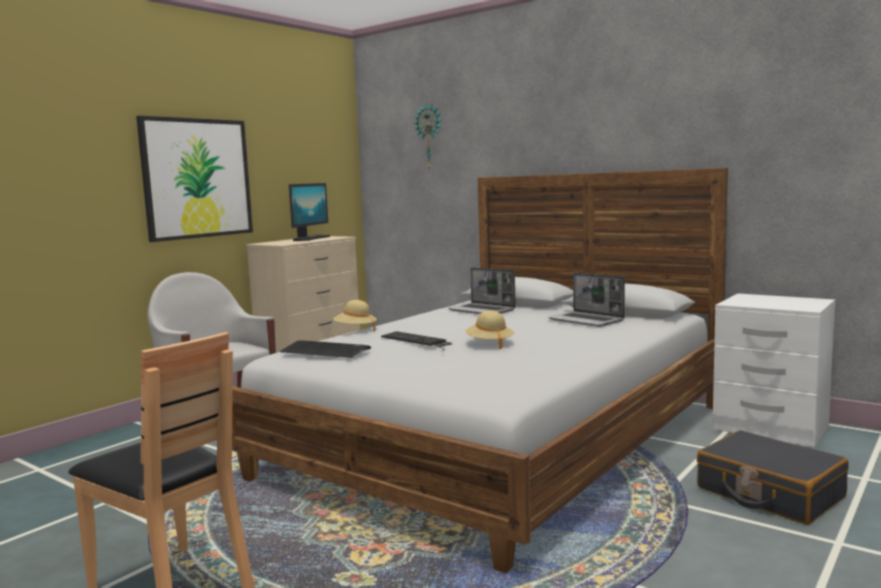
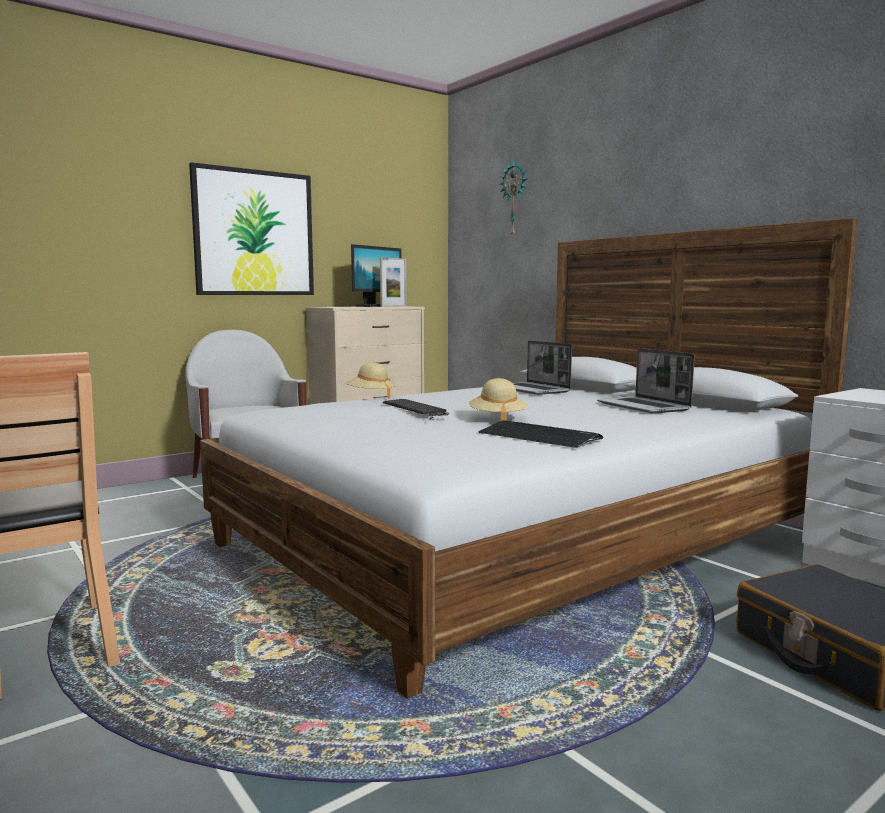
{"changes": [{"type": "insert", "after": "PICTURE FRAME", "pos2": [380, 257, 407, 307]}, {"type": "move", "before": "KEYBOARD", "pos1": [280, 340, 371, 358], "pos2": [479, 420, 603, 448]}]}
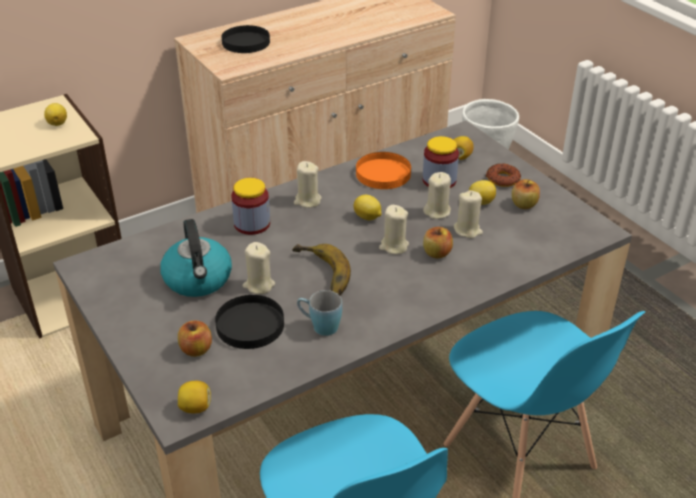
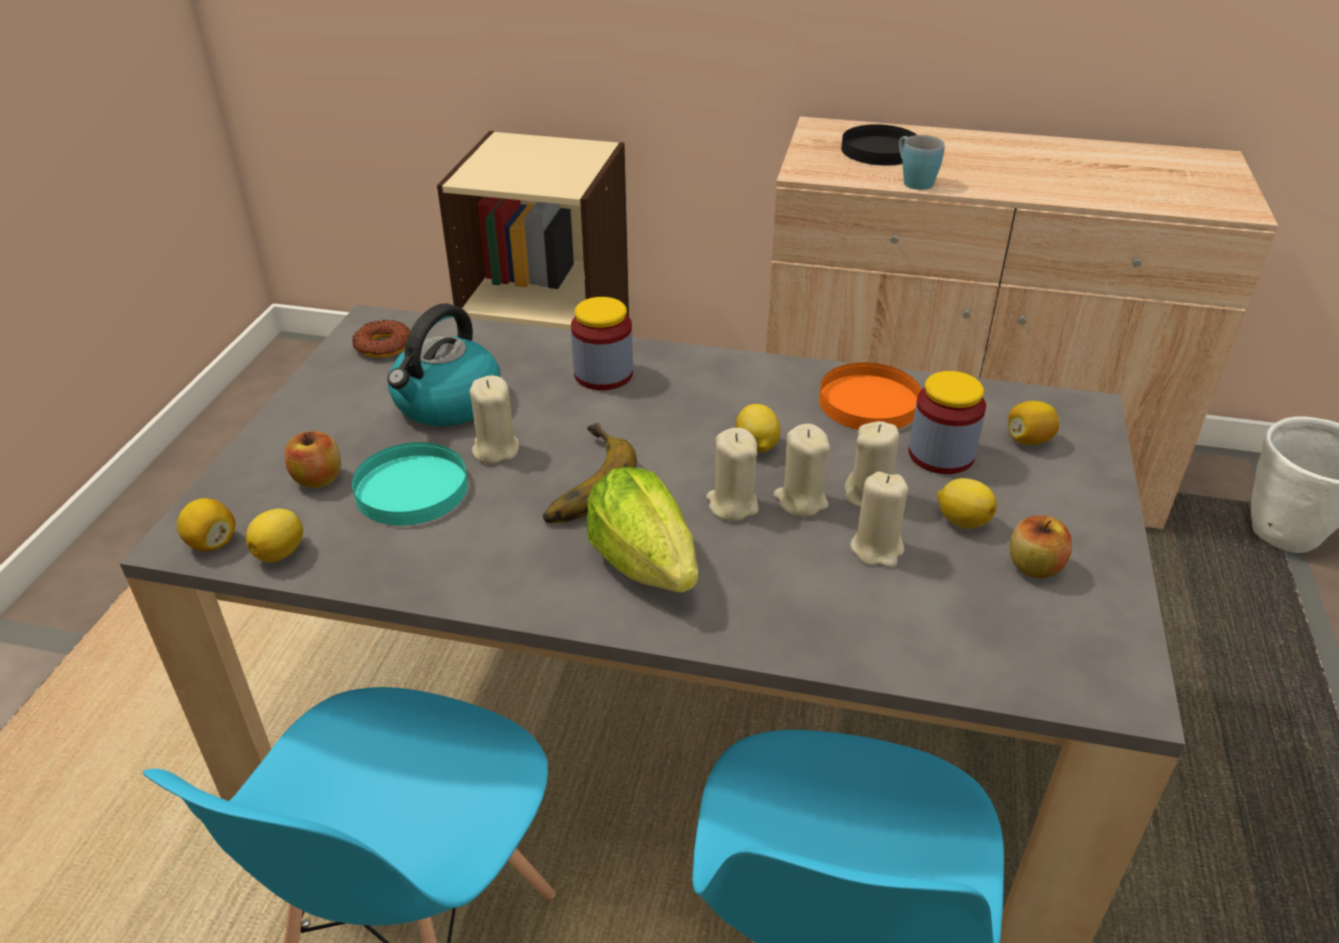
{"changes": [{"type": "move", "before": "LEMON", "pos1": [44, 103, 67, 126], "pos2": [246, 508, 303, 562]}, {"type": "move", "before": "DONUT", "pos1": [486, 163, 521, 187], "pos2": [352, 320, 410, 358]}, {"type": "recolor", "before": "BLACK PLATE", "after": "TURQUOISE PLATE", "pos1": [215, 295, 284, 349], "pos2": [352, 442, 468, 526]}, {"type": "insert", "after": "LETTUCE", "pos2": [587, 467, 698, 593]}, {"type": "move", "before": "BEIGE CANDLE", "pos1": [294, 161, 322, 208], "pos2": [773, 424, 830, 517]}, {"type": "move", "before": "BLUE MUG", "pos1": [297, 290, 342, 336], "pos2": [899, 135, 945, 190]}, {"type": "delete", "before": "APPLE", "pos1": [423, 227, 453, 259]}]}
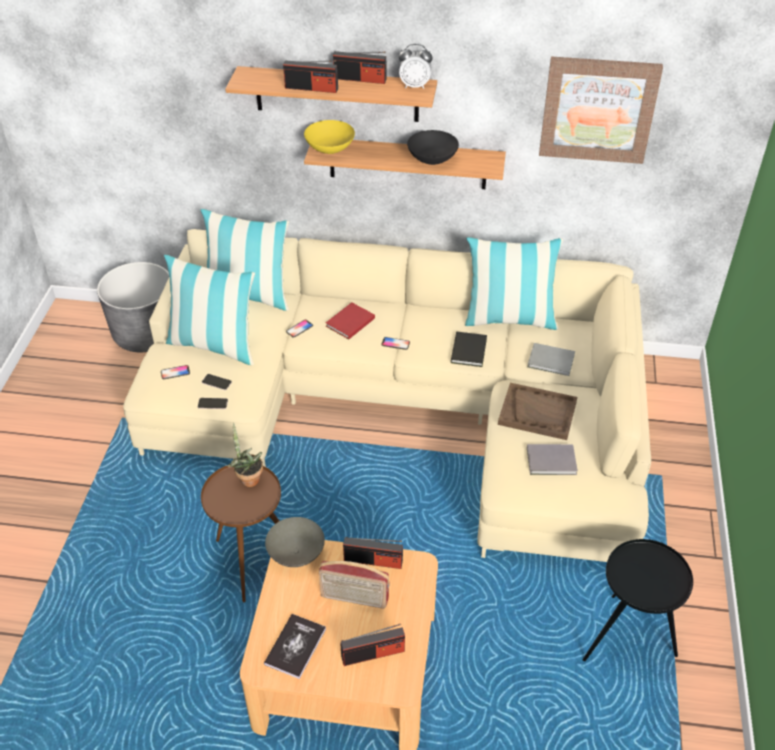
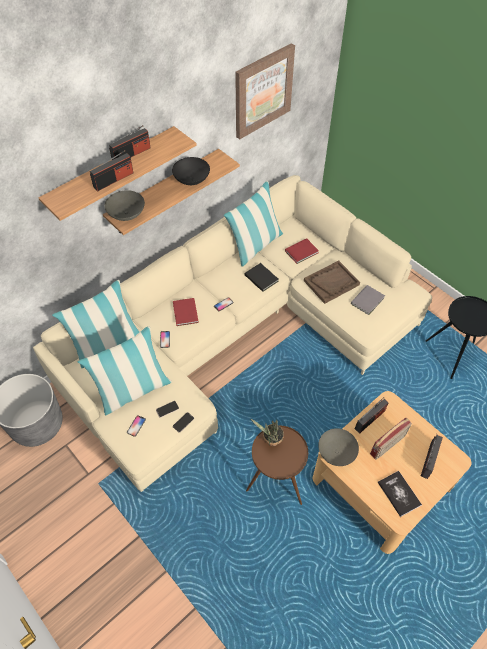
{"changes": [{"type": "recolor", "before": "YELLOW BOWL", "after": "GREY BOWL", "pos1": [304, 120, 355, 154], "pos2": [105, 190, 145, 221]}, {"type": "recolor", "before": "GREY BOOK", "after": "RED BOOK", "pos1": [527, 343, 575, 376], "pos2": [285, 238, 319, 264]}, {"type": "delete", "before": "ALARM CLOCK", "pos1": [399, 44, 432, 89]}]}
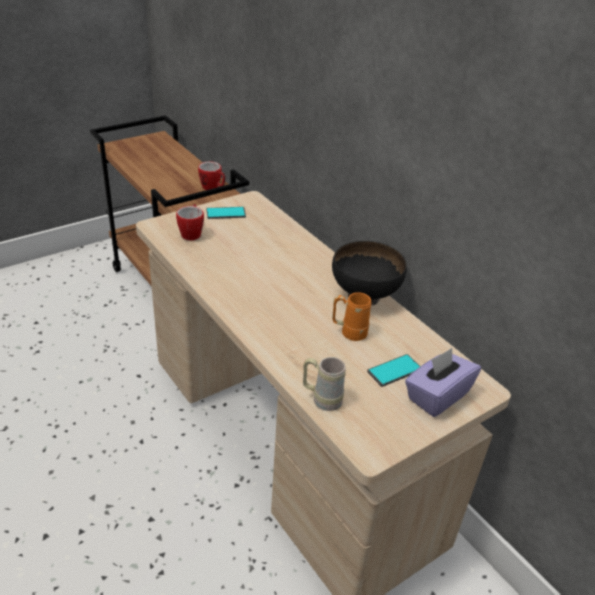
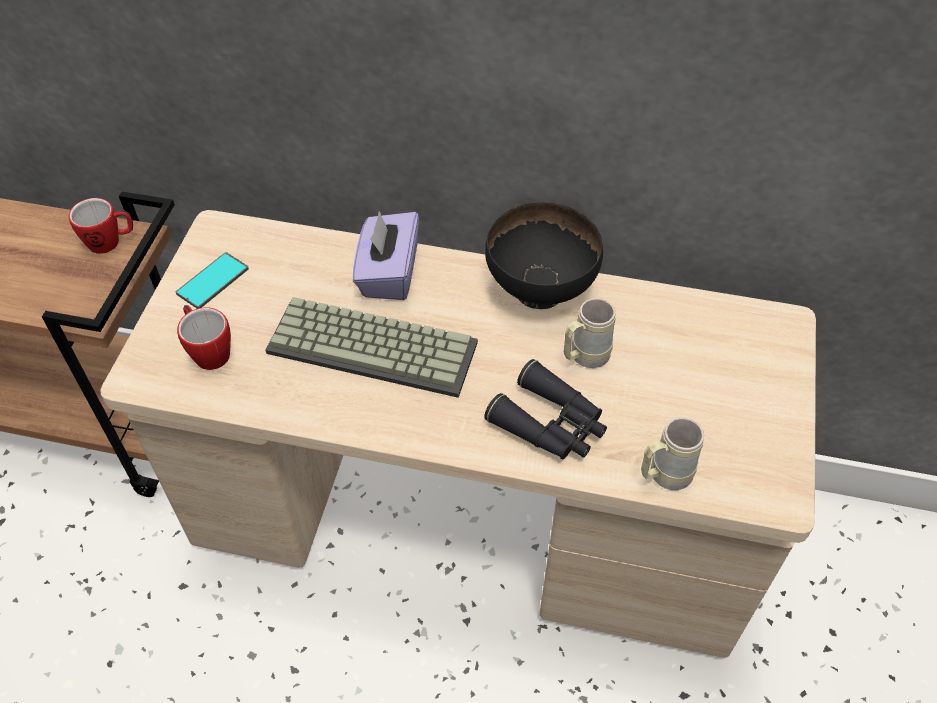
{"changes": [{"type": "insert", "after": "KEYBOARD", "pos2": [265, 297, 478, 398]}, {"type": "move", "before": "PURPLE TISSUE BOX", "pos1": [405, 348, 481, 417], "pos2": [353, 211, 419, 300]}, {"type": "insert", "after": "BLACK BINOCULARS", "pos2": [484, 359, 607, 460]}, {"type": "recolor", "before": "ORANGE MUG", "after": "BEIGE MUG", "pos1": [332, 292, 371, 341], "pos2": [564, 298, 616, 368]}, {"type": "delete", "before": "PHONE", "pos1": [367, 354, 420, 387]}]}
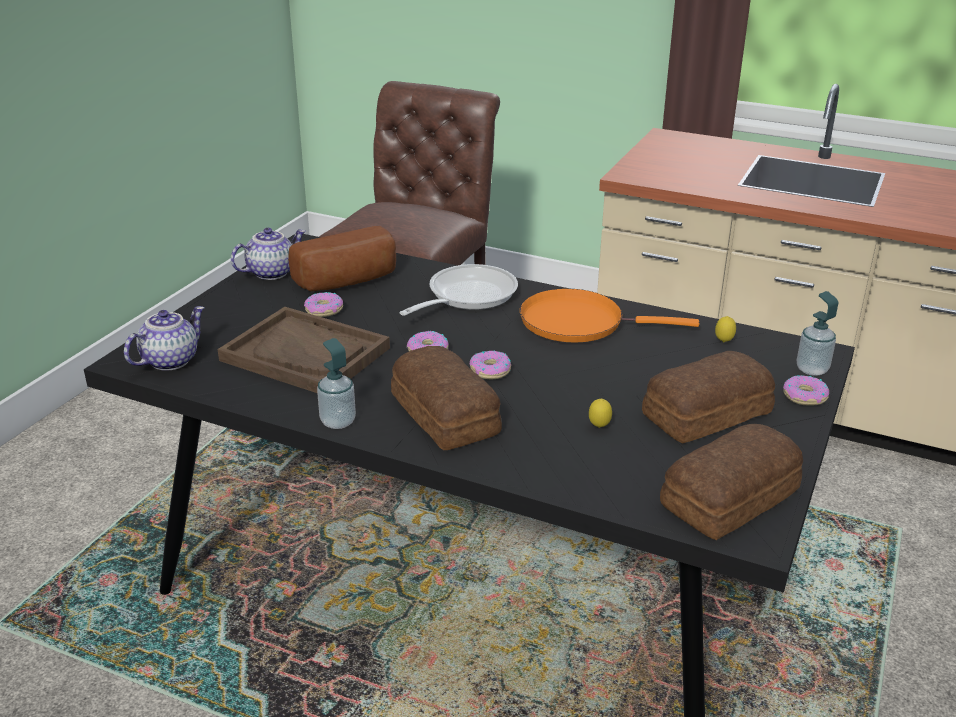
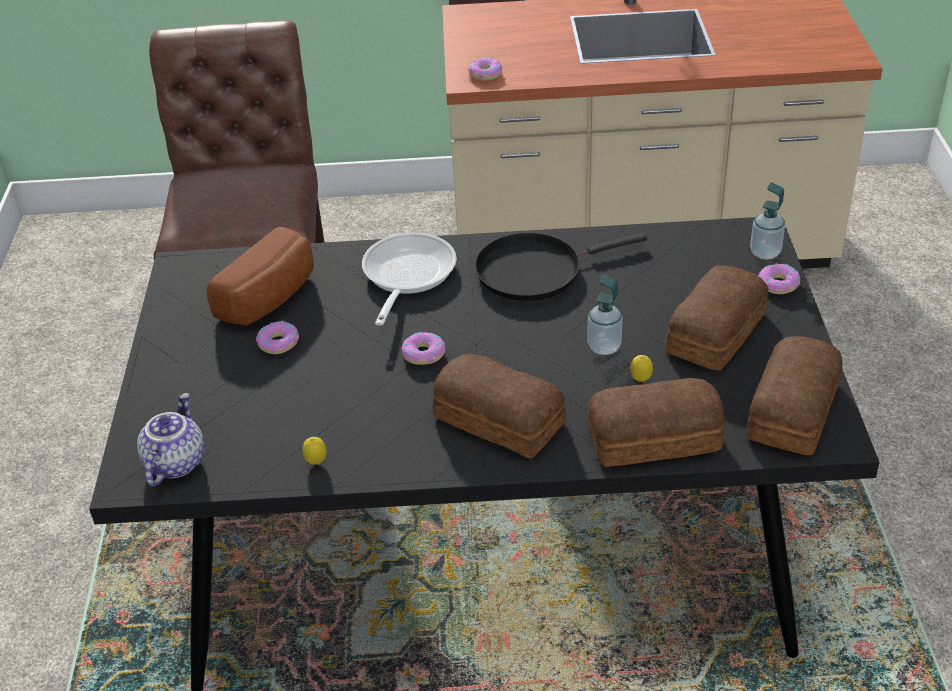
{"changes": [{"type": "move", "before": "LEMON", "pos1": [715, 316, 736, 342], "pos2": [302, 437, 327, 465]}, {"type": "move", "before": "DONUT", "pos1": [470, 351, 511, 379], "pos2": [468, 58, 502, 81]}, {"type": "recolor", "before": "ORANGE FRYING PAN", "after": "BLACK FRYING PAN", "pos1": [520, 288, 699, 342], "pos2": [475, 233, 647, 301]}, {"type": "move", "before": "SOAP DISPENSER", "pos1": [317, 338, 356, 429], "pos2": [587, 274, 623, 355]}, {"type": "insert", "after": "BREAD", "pos2": [587, 378, 724, 467]}, {"type": "delete", "before": "BROWN TRAY", "pos1": [217, 307, 390, 393]}, {"type": "delete", "before": "TEAPOT", "pos1": [231, 228, 306, 280]}]}
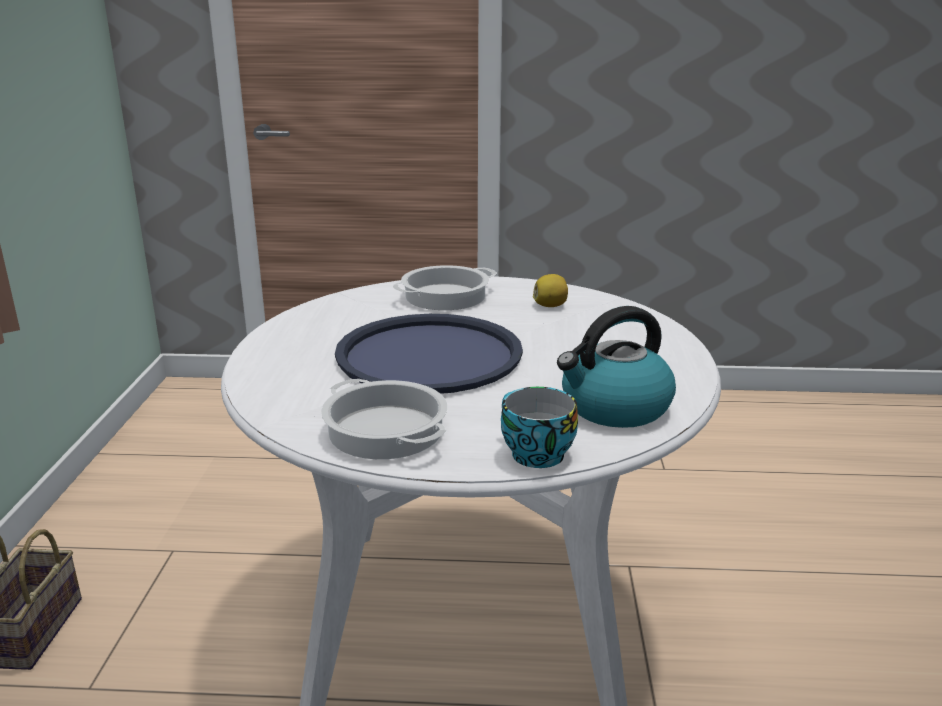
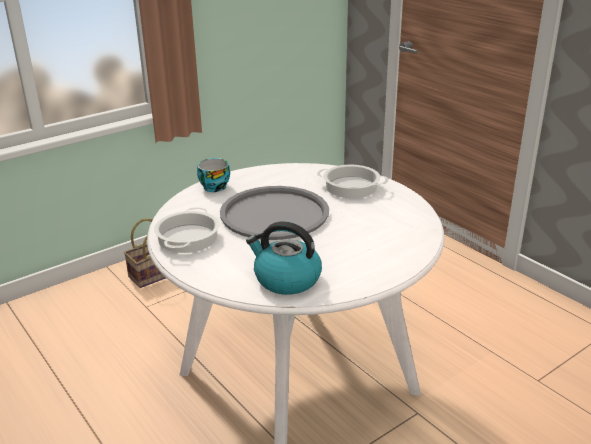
{"changes": [{"type": "move", "before": "CUP", "pos1": [501, 387, 578, 468], "pos2": [197, 158, 230, 192]}, {"type": "recolor", "before": "BLUE TRAY", "after": "GREY TRAY", "pos1": [335, 314, 523, 394], "pos2": [220, 186, 329, 240]}, {"type": "delete", "before": "LEMON", "pos1": [533, 274, 568, 307]}]}
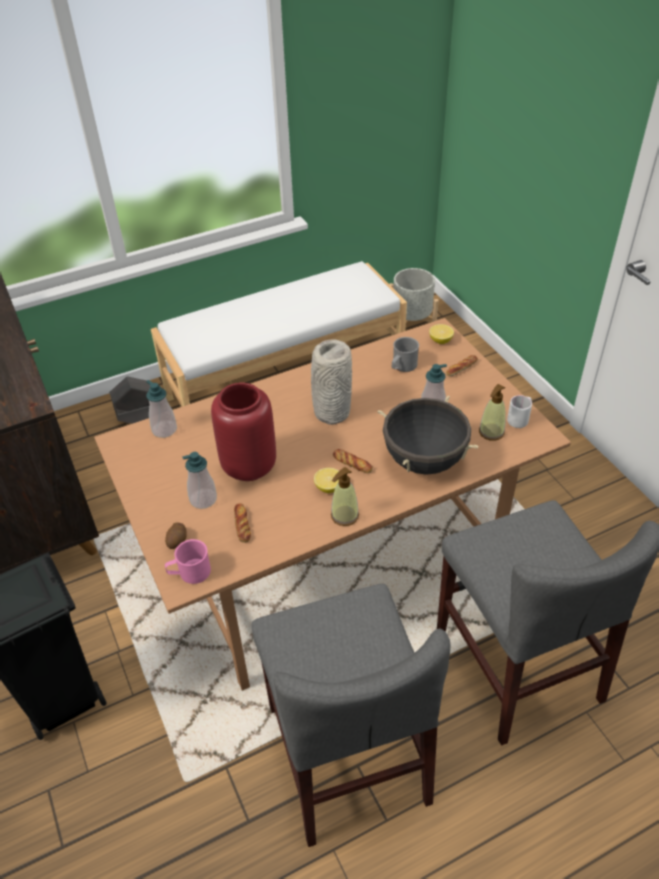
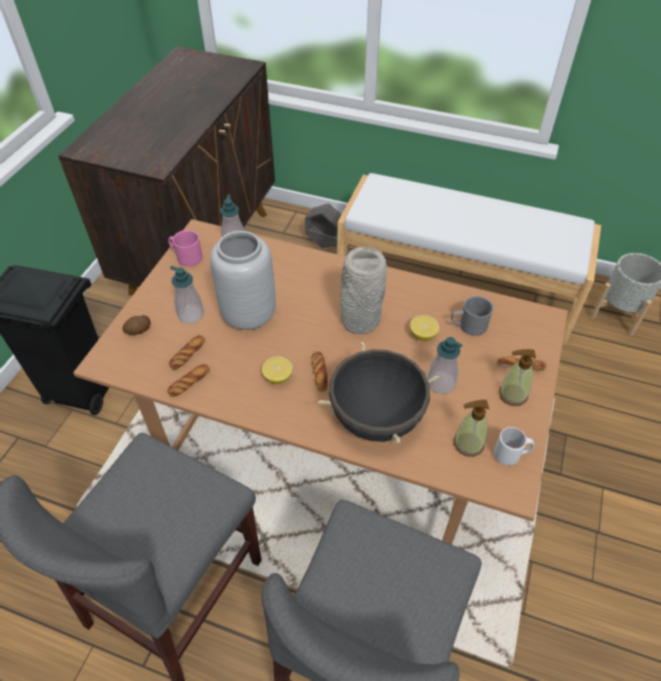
{"changes": [{"type": "insert", "after": "BREAD", "pos2": [167, 364, 210, 397]}, {"type": "move", "before": "PINK MUG", "pos1": [165, 539, 211, 584], "pos2": [168, 230, 203, 267]}, {"type": "recolor", "before": "RED VASE", "after": "GREY VASE", "pos1": [211, 382, 276, 481], "pos2": [210, 231, 276, 330]}, {"type": "move", "before": "LEMON", "pos1": [429, 324, 454, 344], "pos2": [410, 315, 439, 341]}, {"type": "move", "before": "SOAP DISPENSER", "pos1": [331, 467, 359, 526], "pos2": [499, 349, 536, 406]}]}
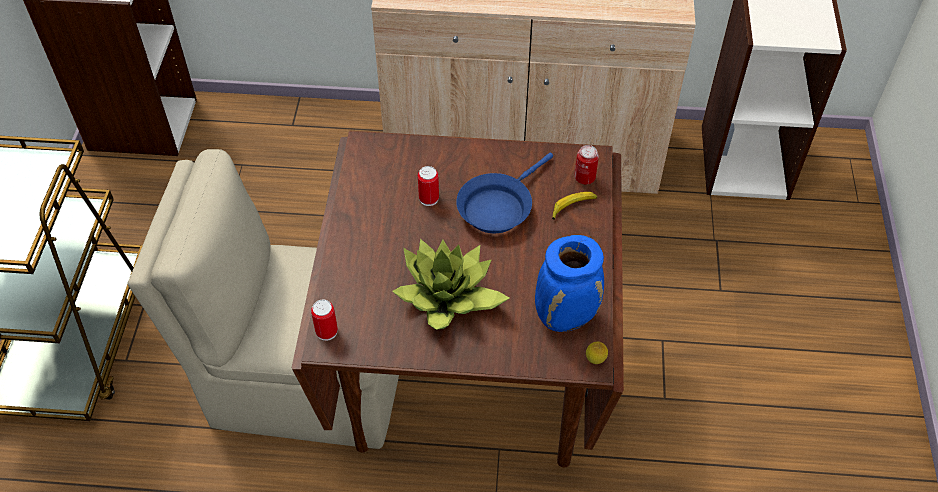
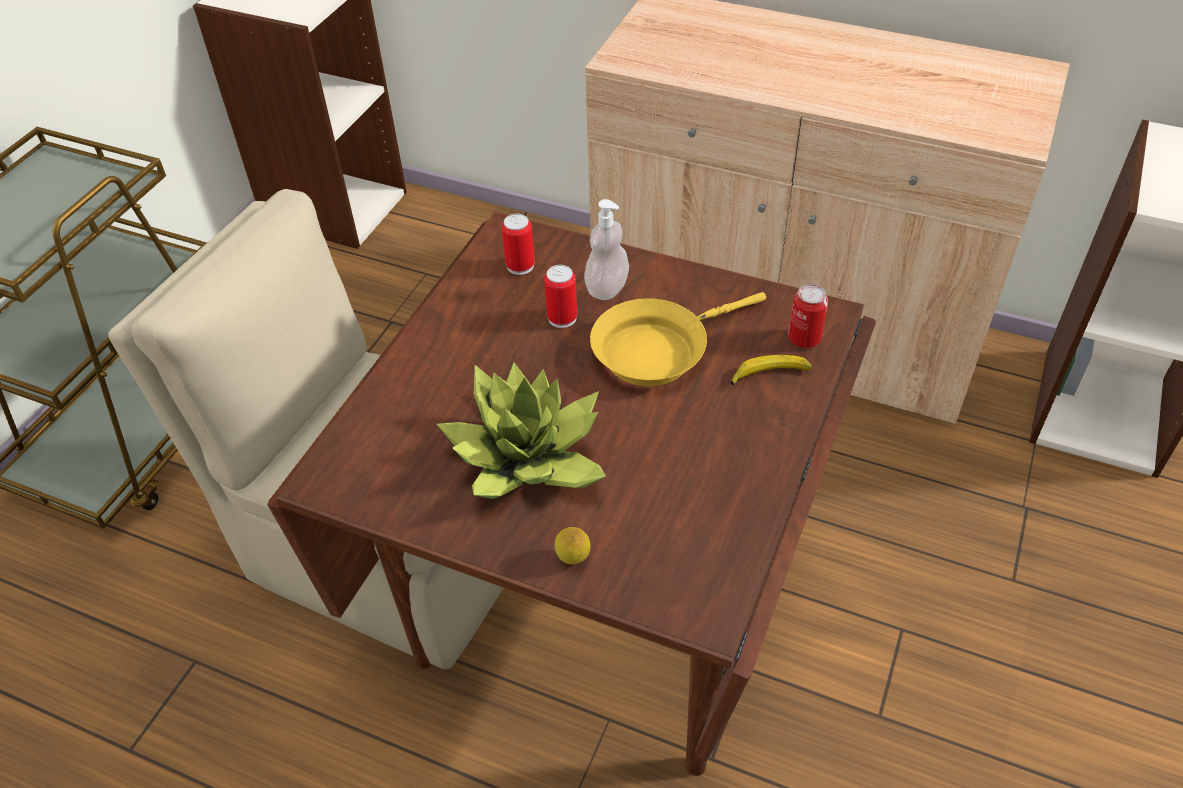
{"changes": [{"type": "move", "before": "CAN", "pos1": [311, 299, 338, 341], "pos2": [502, 214, 534, 275]}, {"type": "move", "before": "LEMON", "pos1": [586, 342, 608, 364], "pos2": [555, 527, 591, 564]}, {"type": "insert", "after": "SOAP DISPENSER", "pos2": [584, 199, 629, 300]}, {"type": "recolor", "before": "BLUE FRYING PAN", "after": "YELLOW FRYING PAN", "pos1": [456, 153, 553, 233], "pos2": [590, 292, 766, 386]}, {"type": "delete", "before": "BLUE VASE", "pos1": [535, 235, 604, 332]}]}
